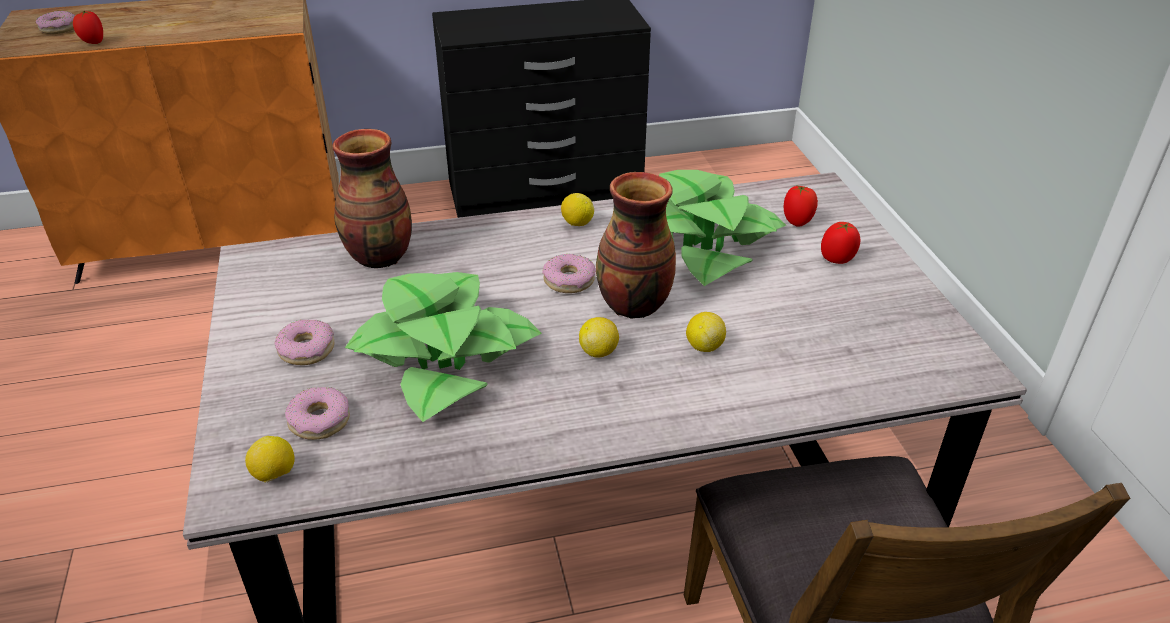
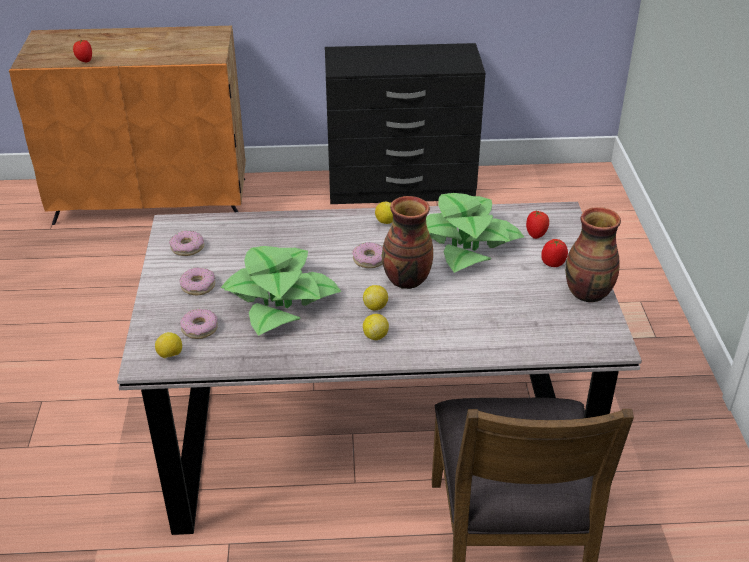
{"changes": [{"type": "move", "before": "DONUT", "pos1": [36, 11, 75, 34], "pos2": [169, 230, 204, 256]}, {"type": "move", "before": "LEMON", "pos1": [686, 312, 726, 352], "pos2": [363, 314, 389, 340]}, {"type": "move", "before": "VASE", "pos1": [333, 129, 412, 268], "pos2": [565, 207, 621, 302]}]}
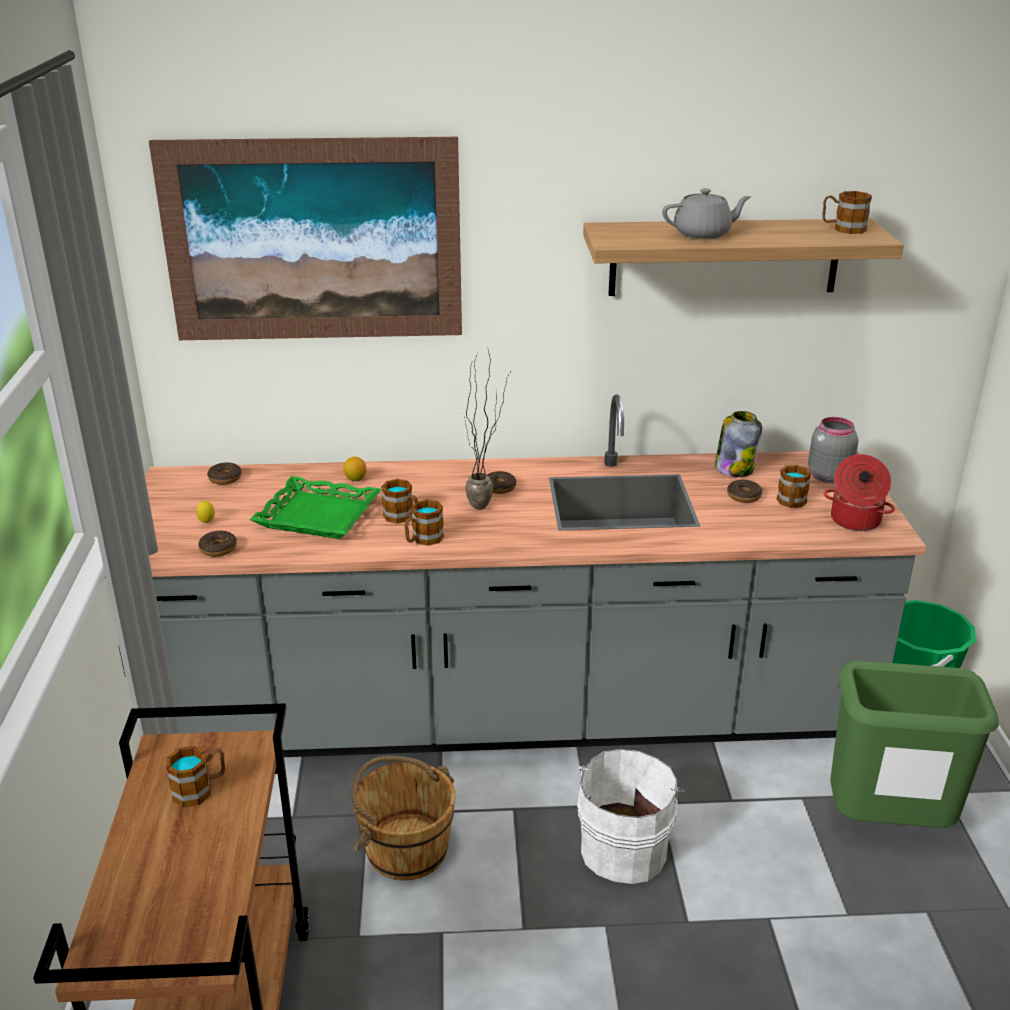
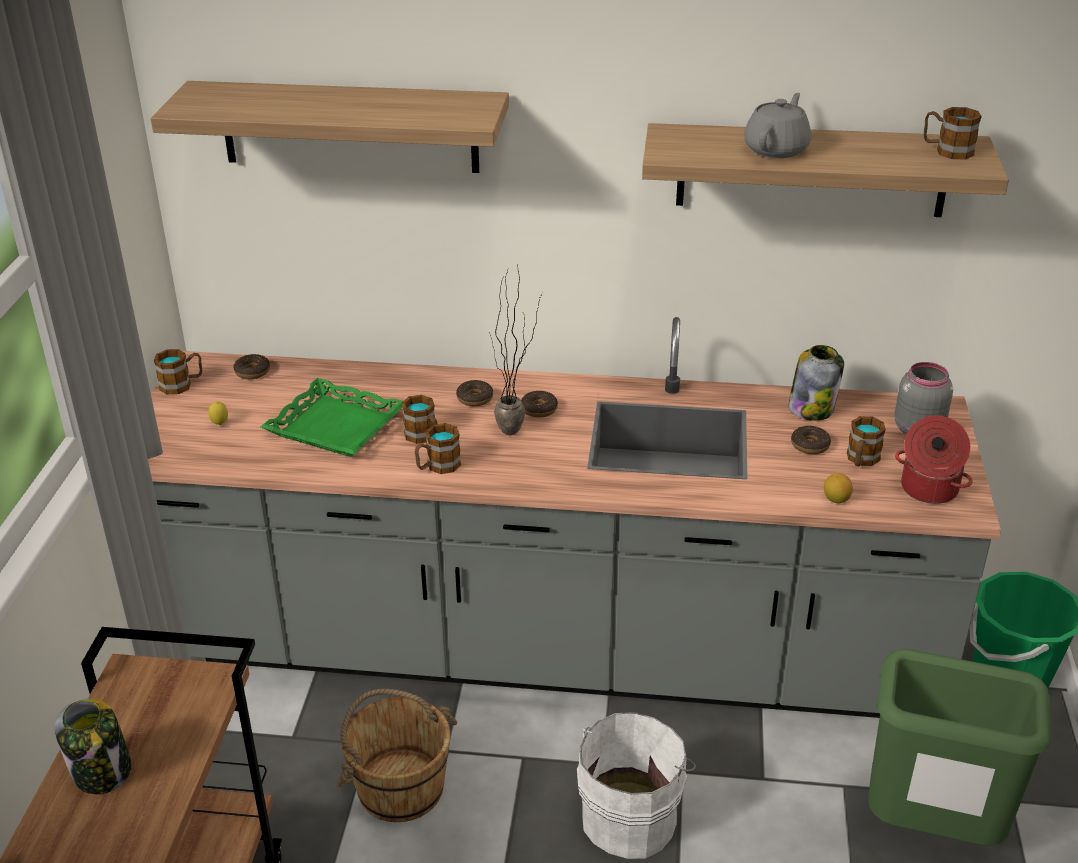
{"changes": [{"type": "insert", "after": "JAR", "pos2": [54, 698, 132, 794]}, {"type": "replace", "before": "PICTURE", "after": "SHELF", "pos1": [149, 137, 462, 340], "pos2": [151, 81, 509, 173]}, {"type": "move", "before": "MUG", "pos1": [166, 746, 225, 807], "pos2": [154, 349, 202, 395]}, {"type": "move", "before": "DONUT", "pos1": [198, 531, 237, 557], "pos2": [456, 380, 493, 406]}, {"type": "rotate", "before": "GREY TEAPOT", "pos1": [662, 188, 752, 239], "pos2": [744, 93, 811, 158], "turn": -60}, {"type": "move", "before": "LEMON", "pos1": [344, 457, 367, 481], "pos2": [824, 473, 853, 504]}]}
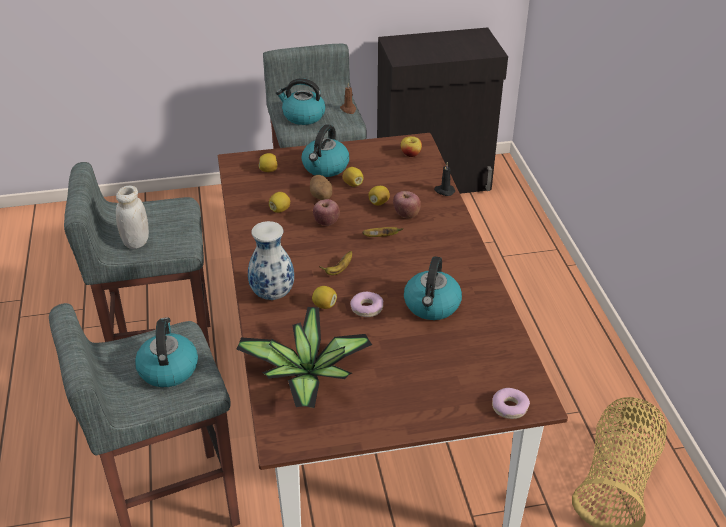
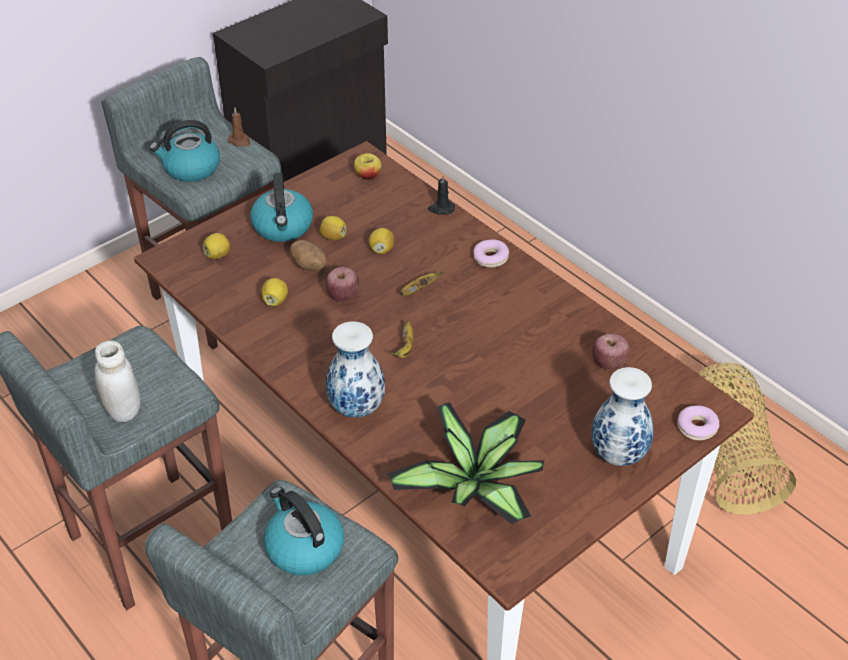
{"changes": [{"type": "move", "before": "DONUT", "pos1": [350, 292, 383, 317], "pos2": [473, 239, 509, 268]}, {"type": "insert", "after": "VASE", "pos2": [591, 367, 654, 466]}, {"type": "move", "before": "APPLE", "pos1": [393, 191, 421, 218], "pos2": [592, 334, 630, 370]}, {"type": "delete", "before": "LEMON", "pos1": [312, 286, 337, 309]}, {"type": "delete", "before": "KETTLE", "pos1": [404, 256, 462, 320]}]}
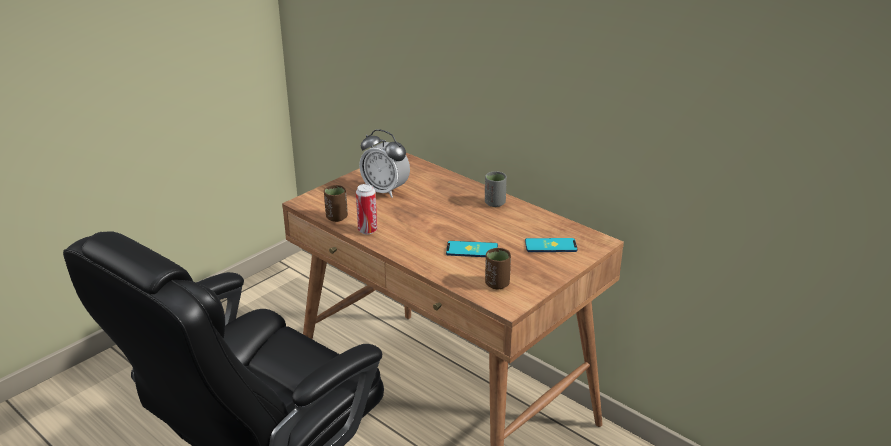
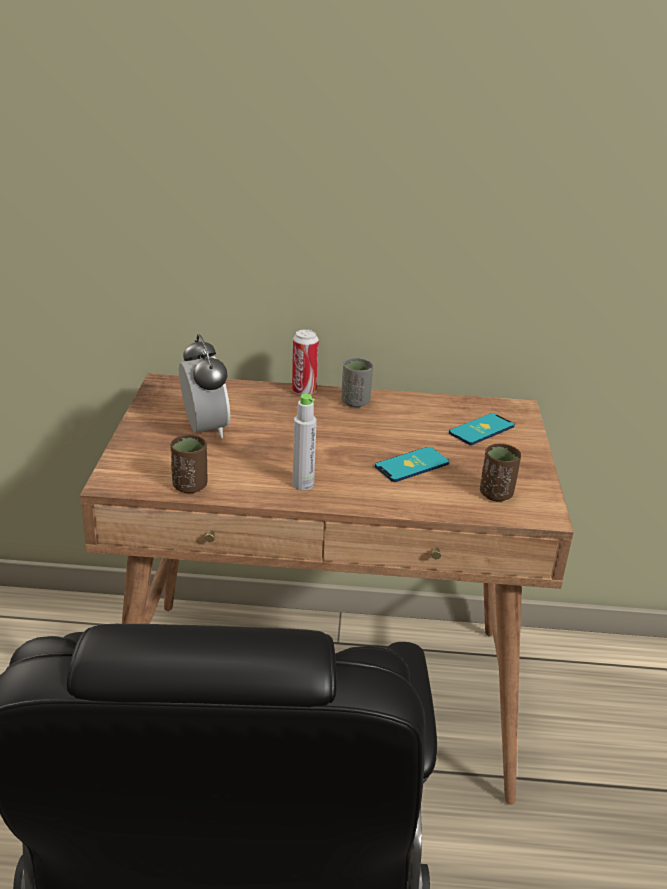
{"changes": [{"type": "rotate", "before": "ALARM CLOCK", "pos1": [359, 129, 410, 198], "pos2": [179, 334, 230, 438], "turn": -105}, {"type": "move", "before": "CAN", "pos1": [356, 184, 377, 234], "pos2": [292, 329, 319, 395]}, {"type": "insert", "after": "GREY BOTTLE", "pos2": [292, 394, 317, 490]}]}
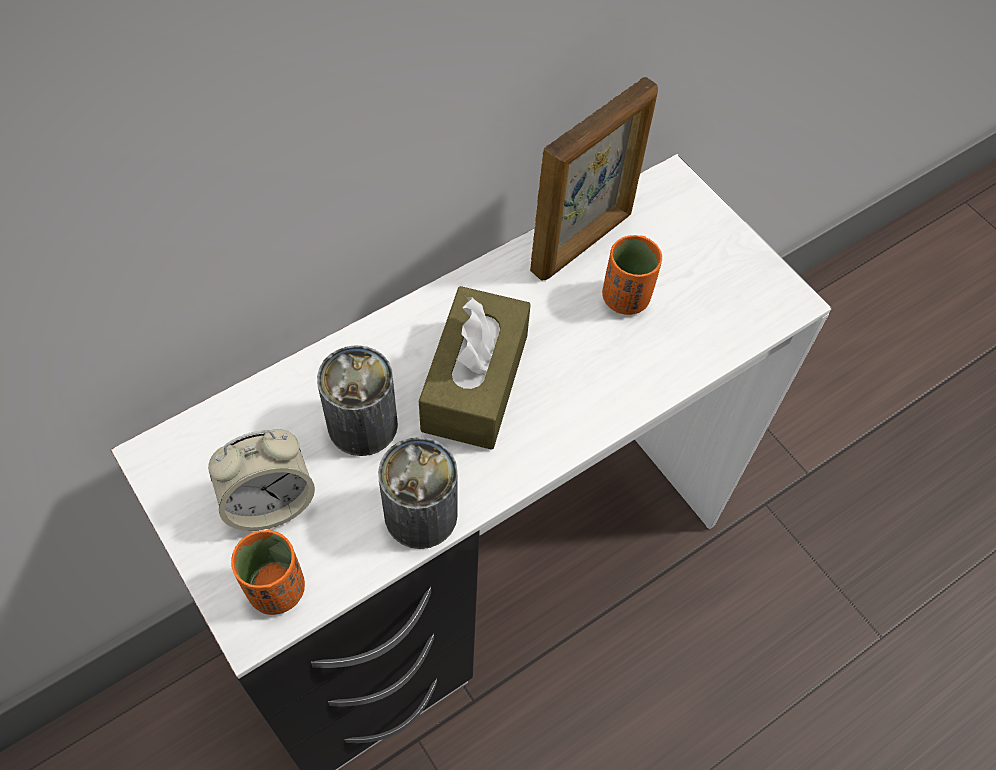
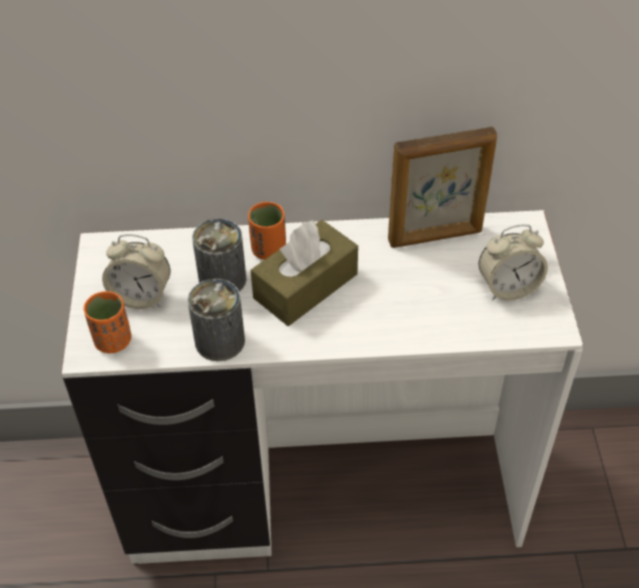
{"changes": [{"type": "move", "before": "ORANGE CUP", "pos1": [602, 235, 662, 315], "pos2": [248, 202, 286, 260]}, {"type": "insert", "after": "ALARM CLOCK", "pos2": [479, 225, 548, 300]}]}
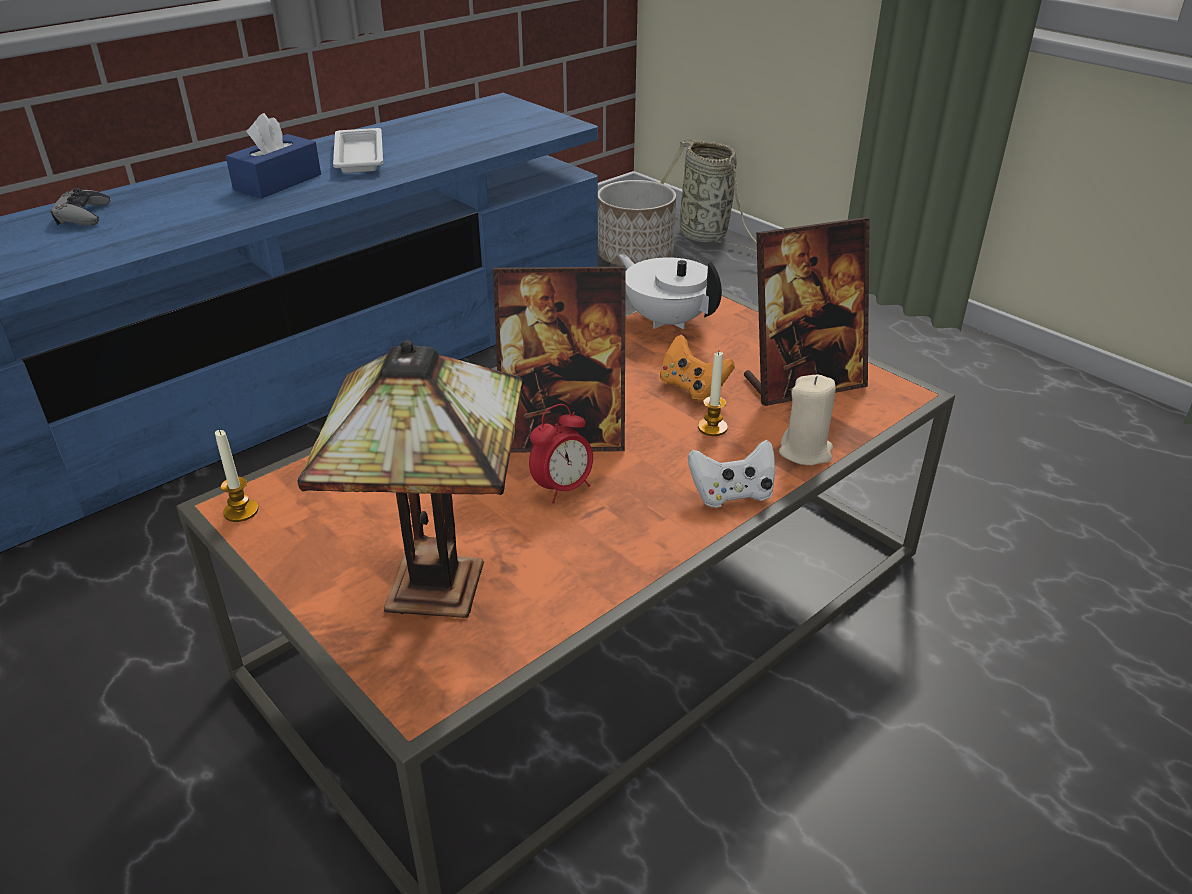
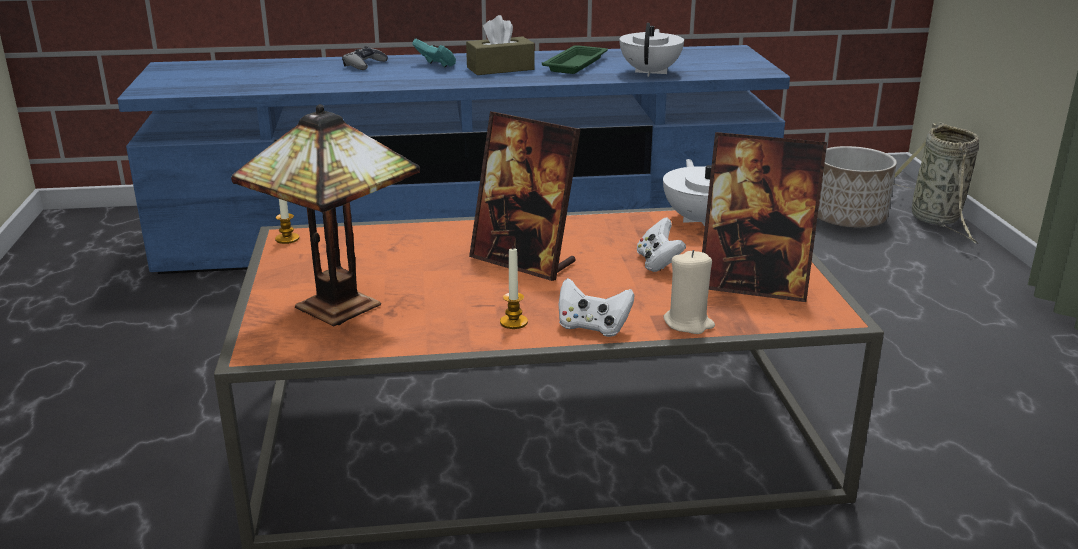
{"changes": [{"type": "insert", "after": "TURQUOISE GAME CONTROLLER", "pos2": [412, 39, 456, 68]}, {"type": "recolor", "before": "BLUE TISSUE BOX", "after": "BROWN TISSUE BOX", "pos1": [226, 113, 321, 199], "pos2": [466, 15, 535, 75]}, {"type": "move", "before": "CANDLE", "pos1": [698, 352, 728, 436], "pos2": [500, 249, 528, 329]}, {"type": "recolor", "before": "WHITE TRAY", "after": "GREEN TRAY", "pos1": [333, 128, 383, 173], "pos2": [542, 45, 608, 74]}, {"type": "insert", "after": "WHITE TEAPOT", "pos2": [619, 23, 684, 77]}, {"type": "recolor", "before": "ORANGE GAME CONTROLLER", "after": "WHITE GAME CONTROLLER", "pos1": [660, 334, 735, 401], "pos2": [637, 217, 686, 272]}, {"type": "delete", "before": "ALARM CLOCK", "pos1": [529, 404, 593, 504]}]}
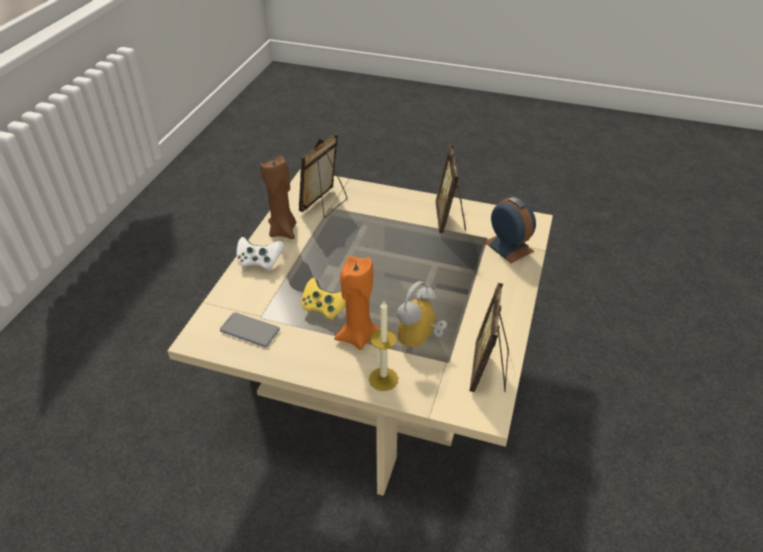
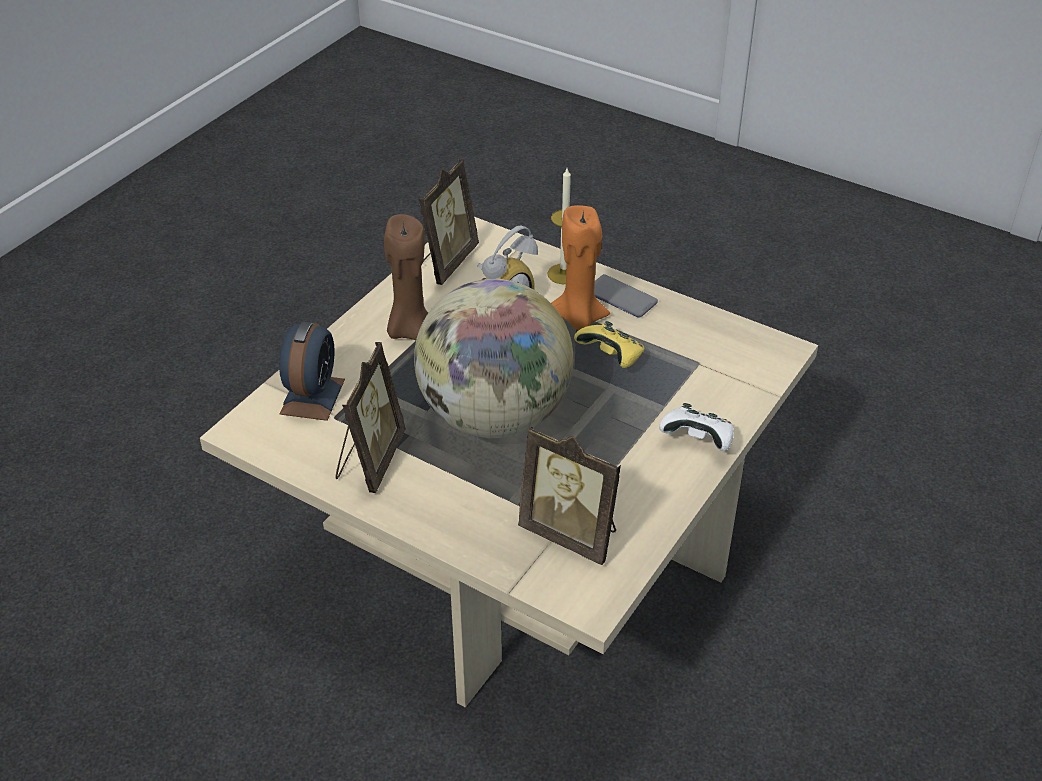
{"changes": [{"type": "rotate", "before": "ALARM CLOCK", "pos1": [484, 197, 536, 263], "pos2": [279, 322, 345, 421], "turn": -150}, {"type": "move", "before": "BROWN CANDLE", "pos1": [260, 156, 296, 239], "pos2": [384, 214, 428, 340]}, {"type": "insert", "after": "GLOBE", "pos2": [414, 279, 573, 438]}, {"type": "rotate", "before": "PICTURE FRAME", "pos1": [299, 133, 347, 218], "pos2": [518, 426, 621, 565], "turn": 75}, {"type": "move", "before": "PHONE", "pos1": [220, 313, 280, 347], "pos2": [594, 274, 658, 318]}]}
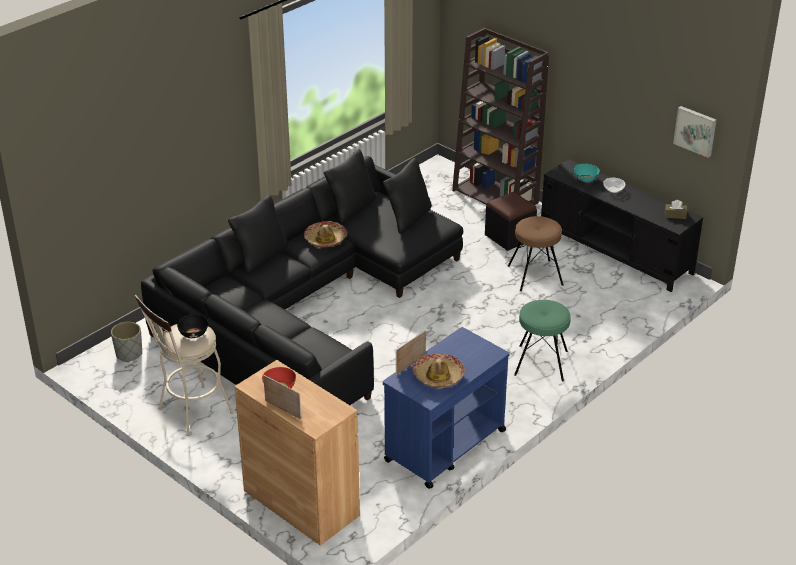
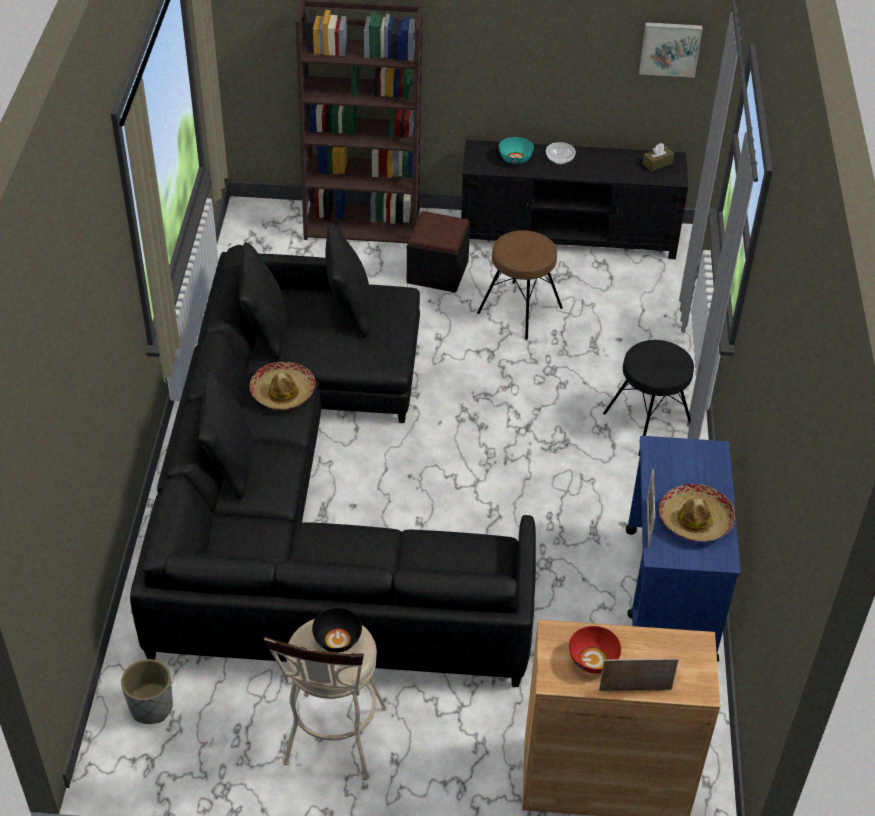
{"changes": [{"type": "recolor", "before": "GREEN STOOL", "after": "BLACK STOOL", "pos1": [514, 300, 571, 381], "pos2": [603, 340, 694, 456]}]}
